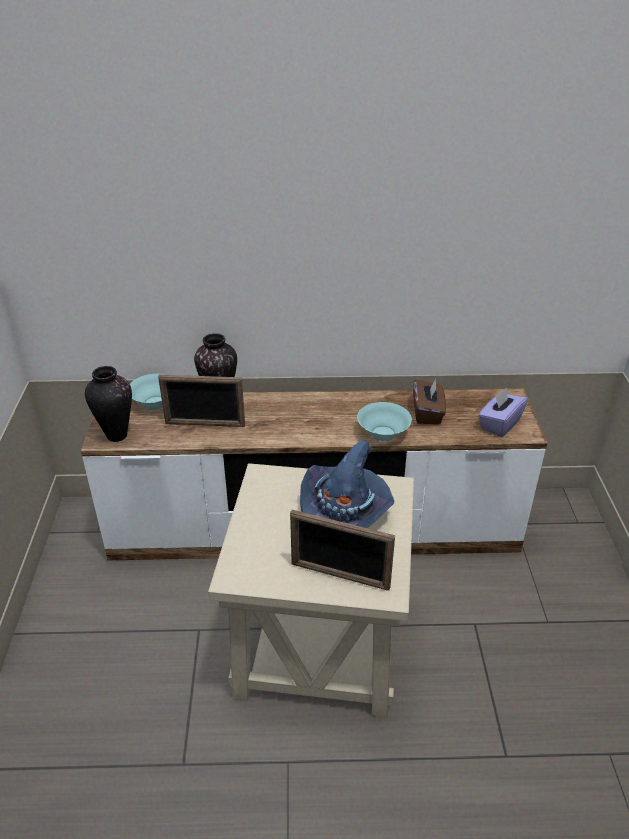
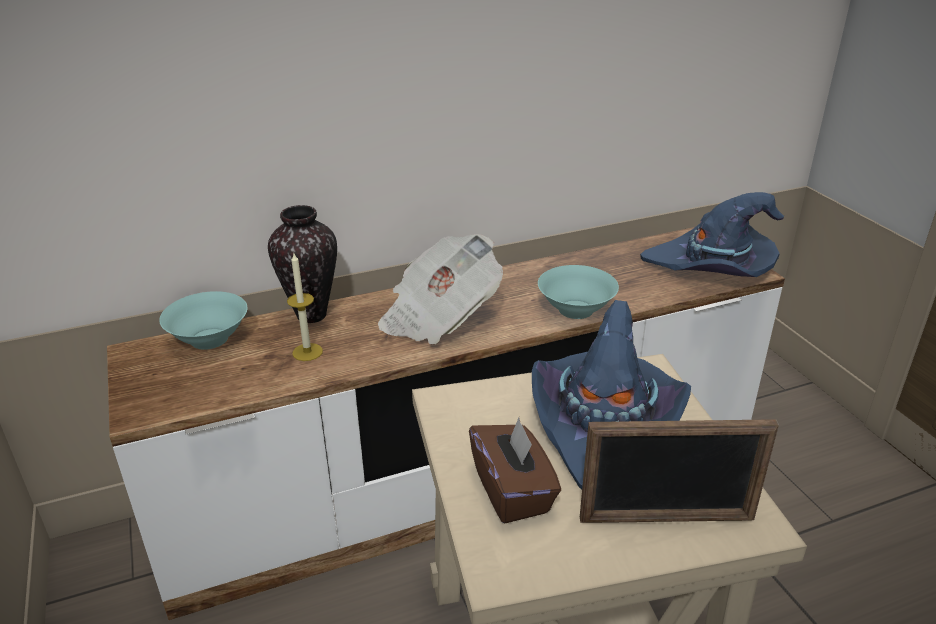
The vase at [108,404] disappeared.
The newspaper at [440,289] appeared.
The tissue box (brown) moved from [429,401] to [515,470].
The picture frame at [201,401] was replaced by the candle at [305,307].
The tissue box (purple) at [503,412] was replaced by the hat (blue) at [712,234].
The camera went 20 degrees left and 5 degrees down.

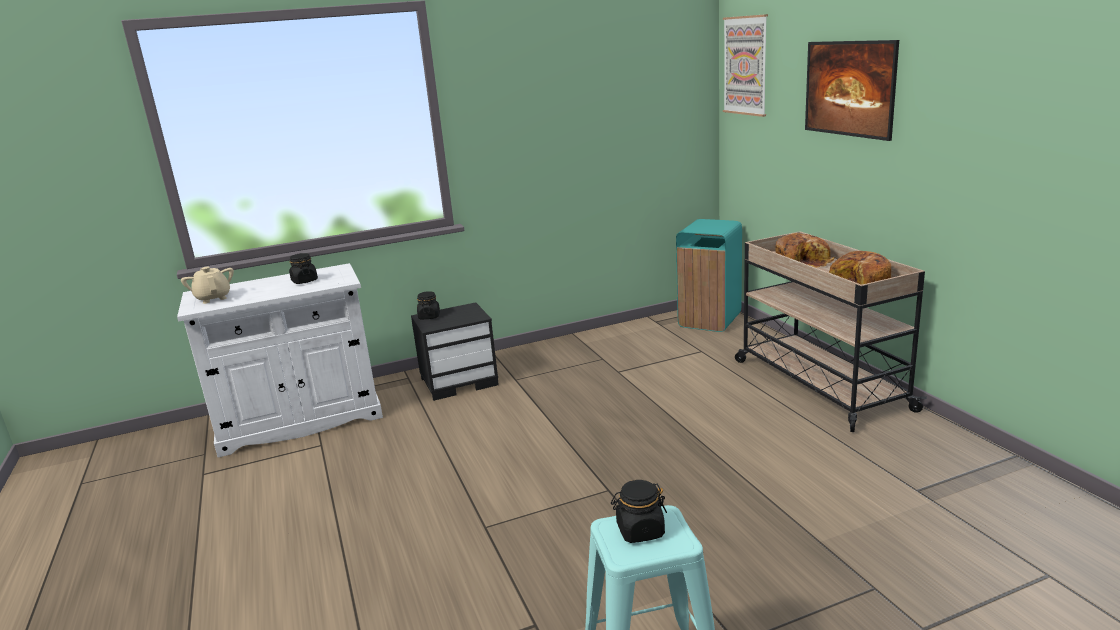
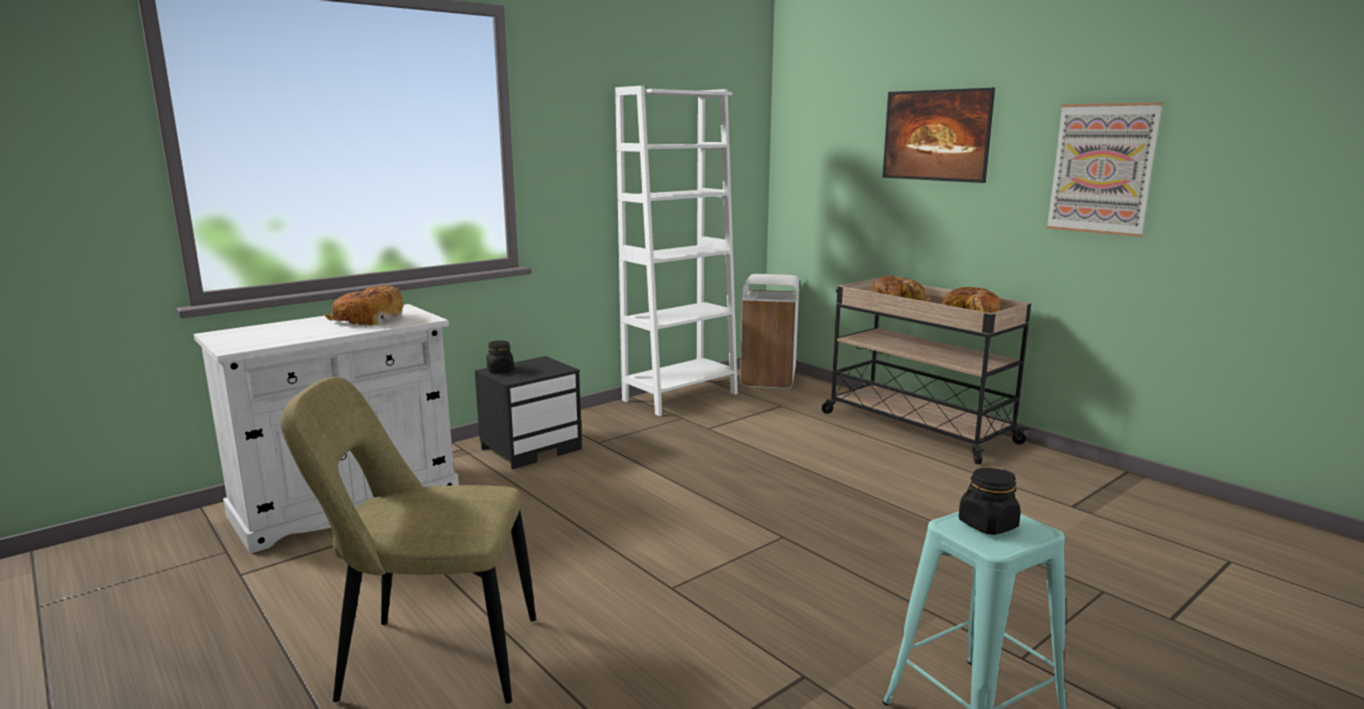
The teapot (beige) at [207,285] disappeared.
The chair (beige) at [408,540] appeared.
The bookcase (white) at [676,251] appeared.
The picture moved from [745,65] to [1104,169].
The jar (black) at [303,268] was replaced by the bread at [364,305].
The trash can (turquoise) at [709,275] became the trash can (white) at [769,331].
The camera went 20 degrees left and 5 degrees down.

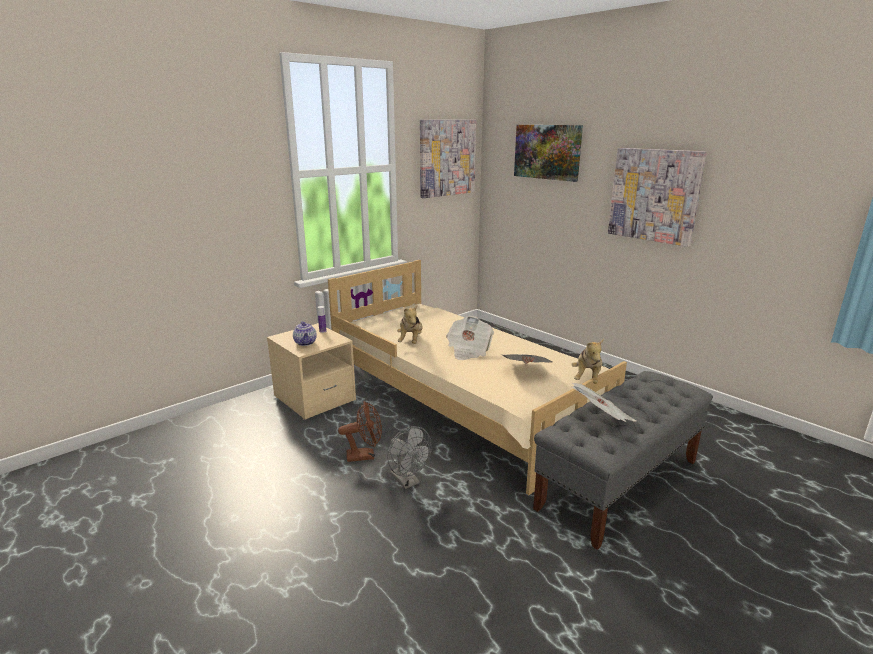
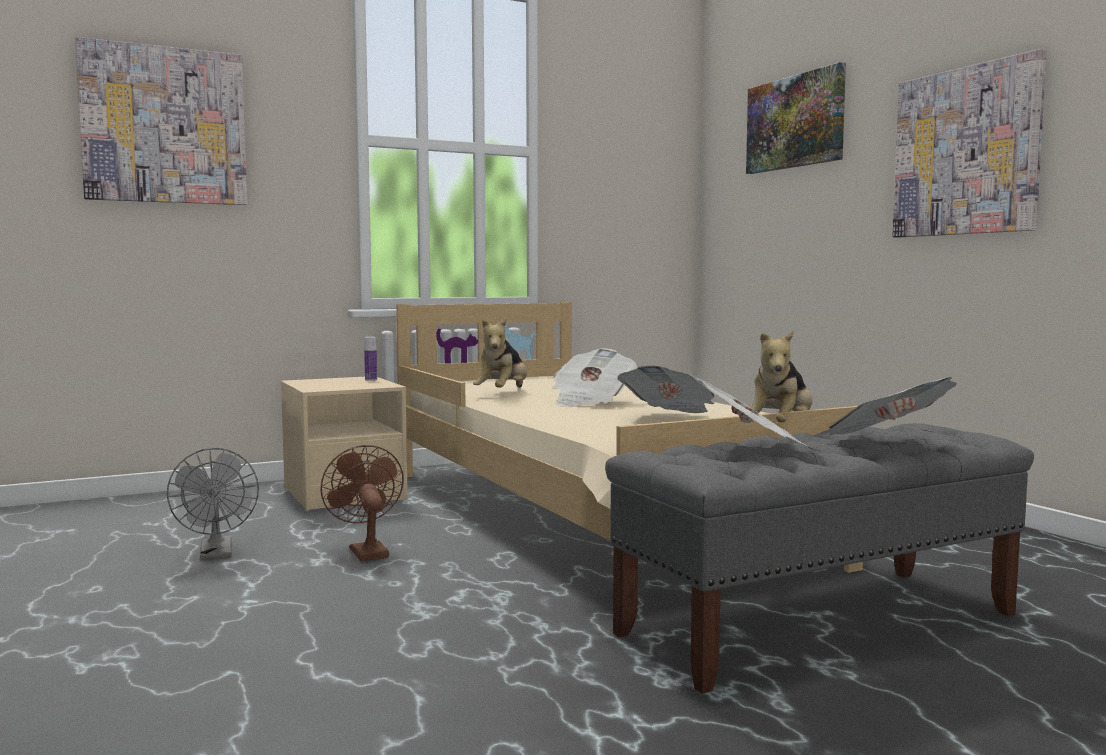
The teapot at [305,333] disappeared.
The newspaper at [889,406] appeared.
The fan (grey) moved from [409,457] to [213,503].
The picture moved from [448,159] to [161,121].
The fan (brown) at [360,431] turned 120 degrees counterclockwise.
The camera went 15 degrees right and 15 degrees down.

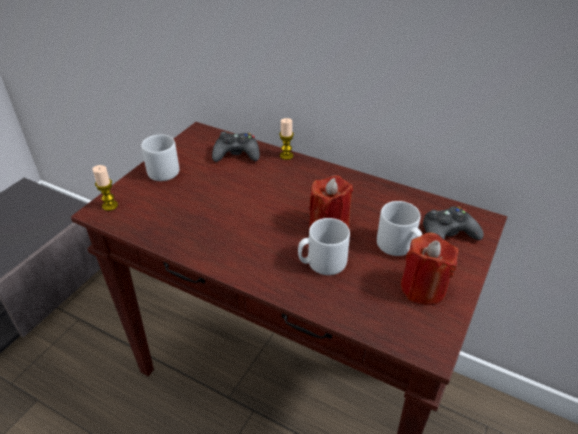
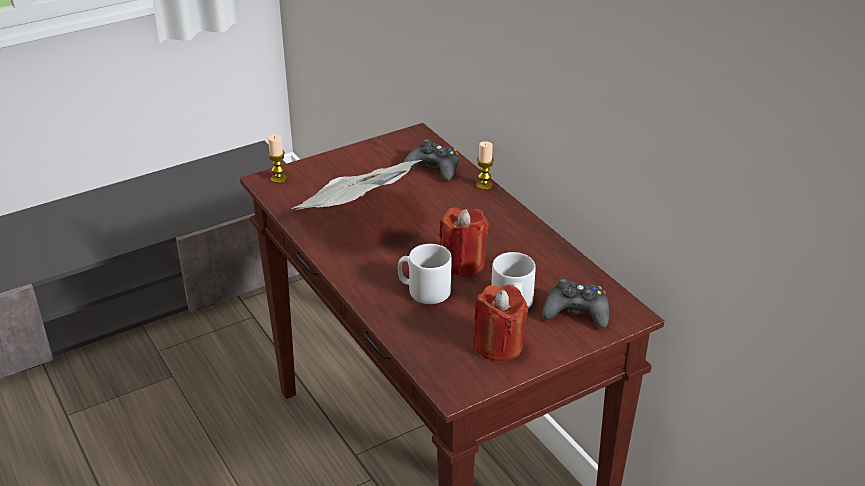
The mug (grey) at [160,158] disappeared.
The newspaper at [356,184] appeared.
The camera went 30 degrees right and 5 degrees down.

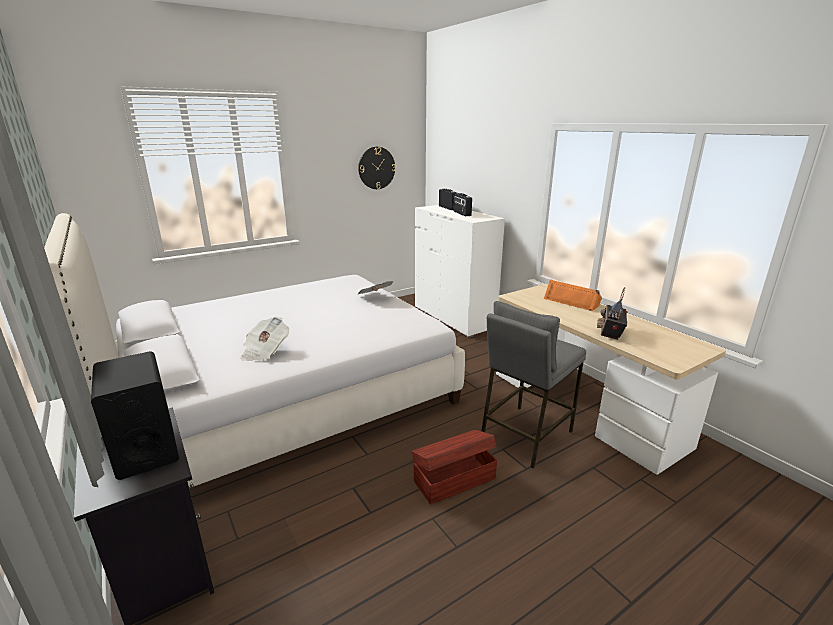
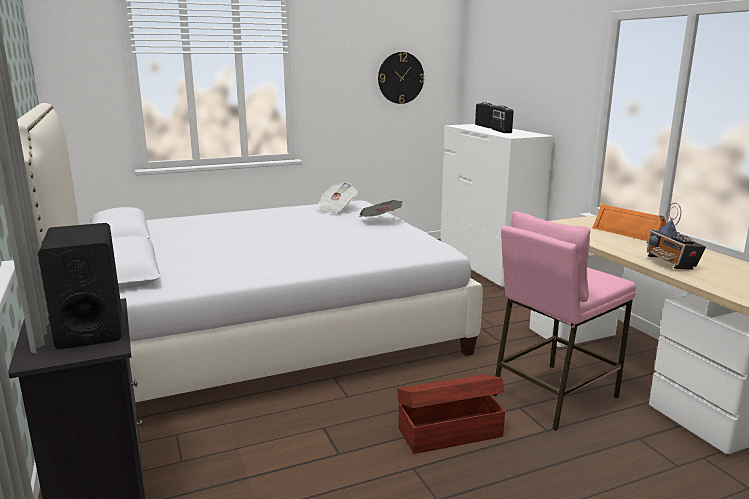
The newspaper moved from [265,339] to [337,198].
The stool (grey) at [533,384] became the stool (pink) at [564,321].
The radio at [612,313] turned 45 degrees counterclockwise.
The camera went 10 degrees right and 5 degrees down.

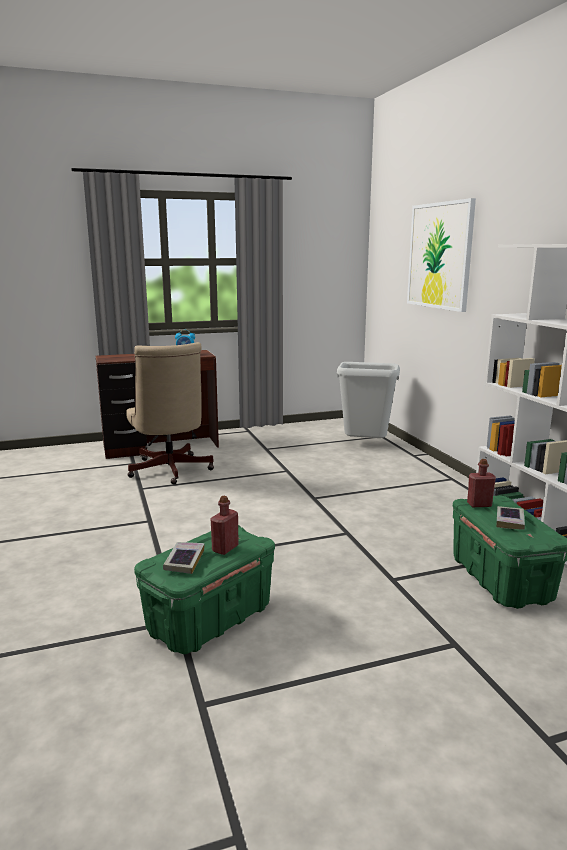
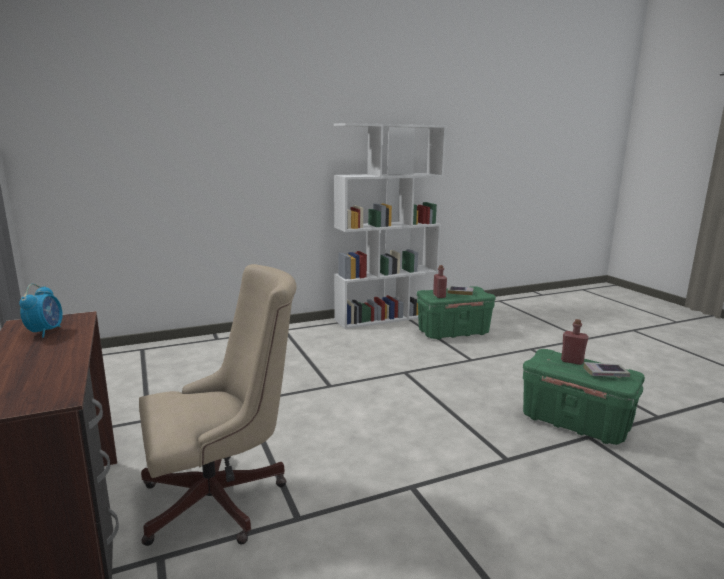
The trash can (grey) at [368,400] disappeared.
The picture at [441,255] disappeared.
The camera went 95 degrees left and 0 degrees up.

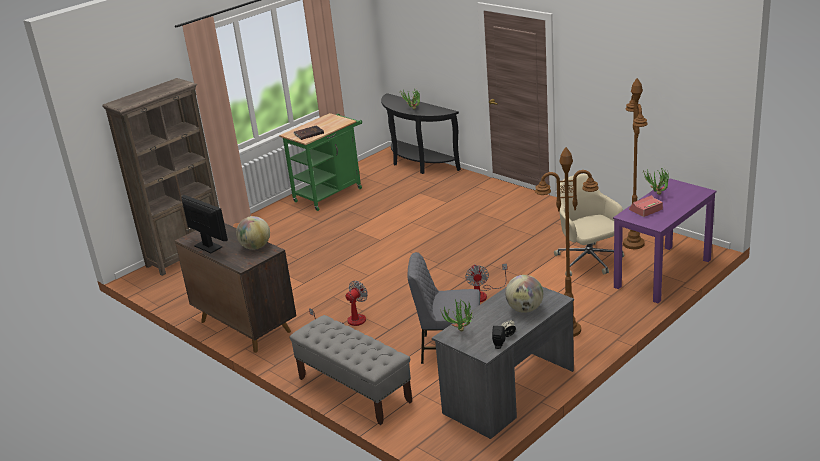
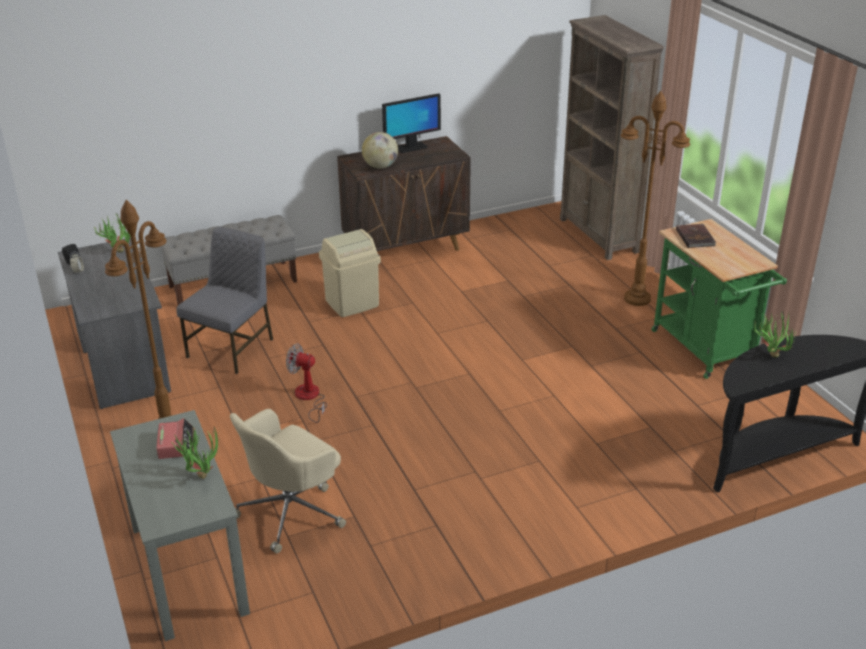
The globe at [524,294] disappeared.
The floor lamp (brown) moved from [635,163] to [655,198].
The fan at [338,303] was replaced by the trash can (beige) at [350,273].
The desk (purple) at [664,241] became the desk (grey) at [180,525].
The office chair (beige) at [589,225] turned 135 degrees clockwise.
The camera went 110 degrees right and 5 degrees up.

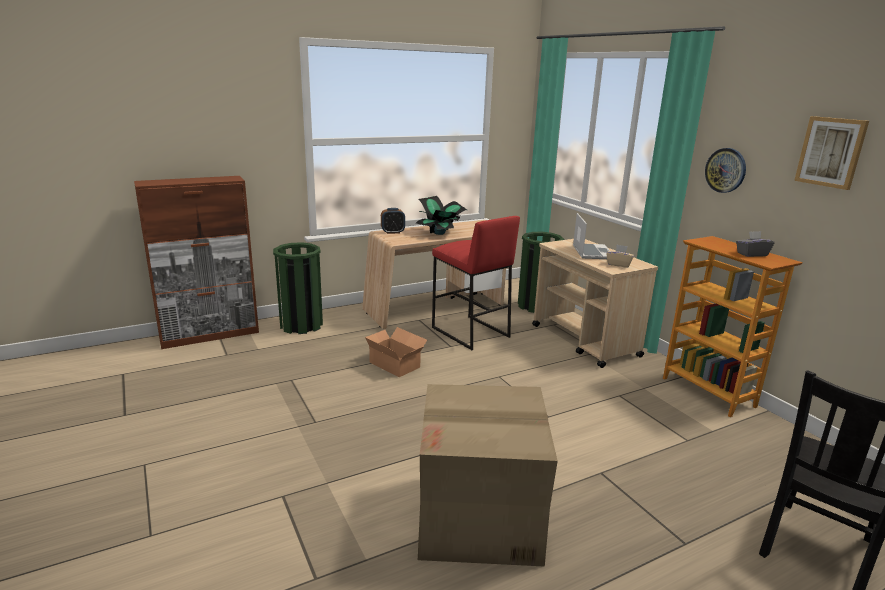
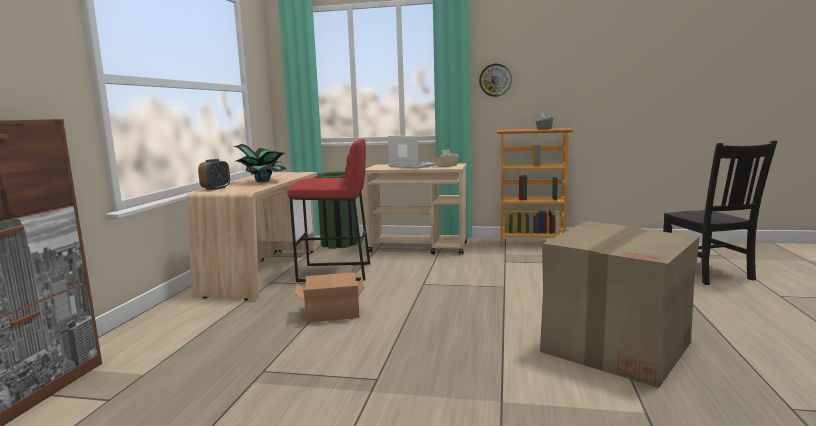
The trash can (green) at [298,288] disappeared.
The picture at [831,153] disappeared.
The camera went 50 degrees left and 10 degrees down.

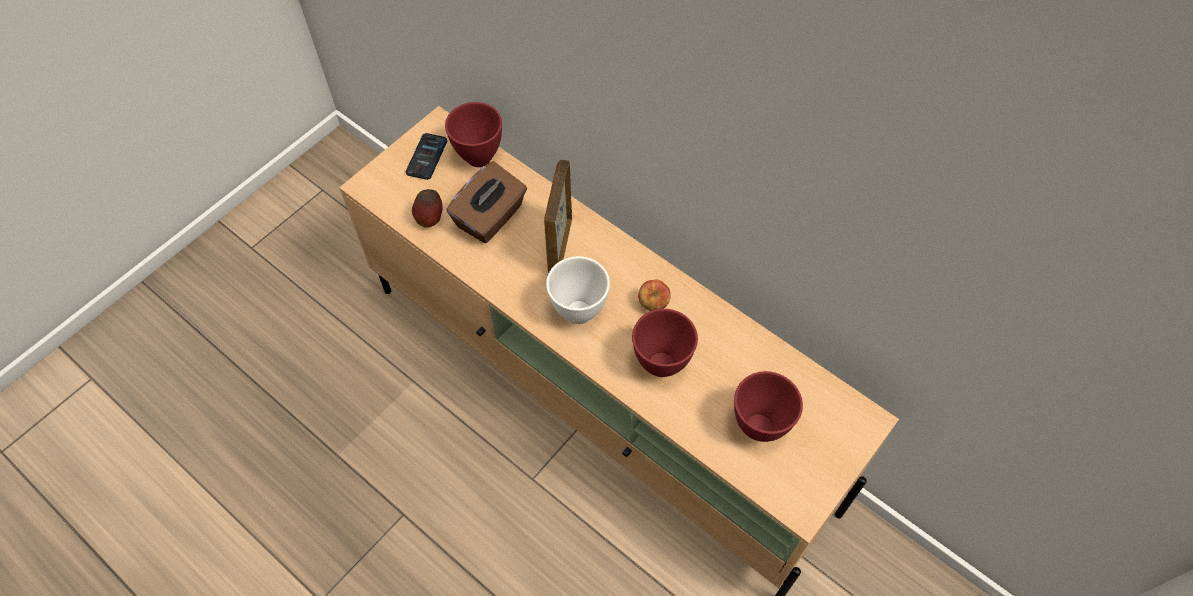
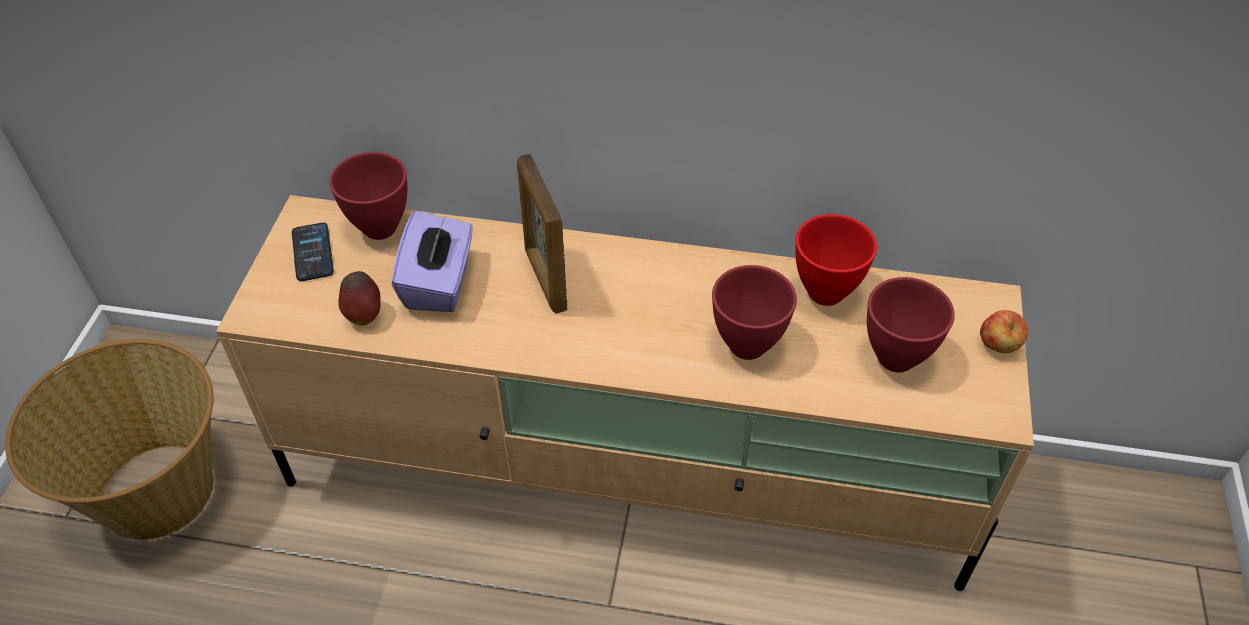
The bowl (white) at [578,290] disappeared.
The basket at [109,439] appeared.
The bowl (red) at [836,260] appeared.
The apple moved from [654,295] to [1004,331].
The tissue box (brown) at [487,202] became the tissue box (purple) at [432,261].
The camera went 30 degrees left and 10 degrees down.

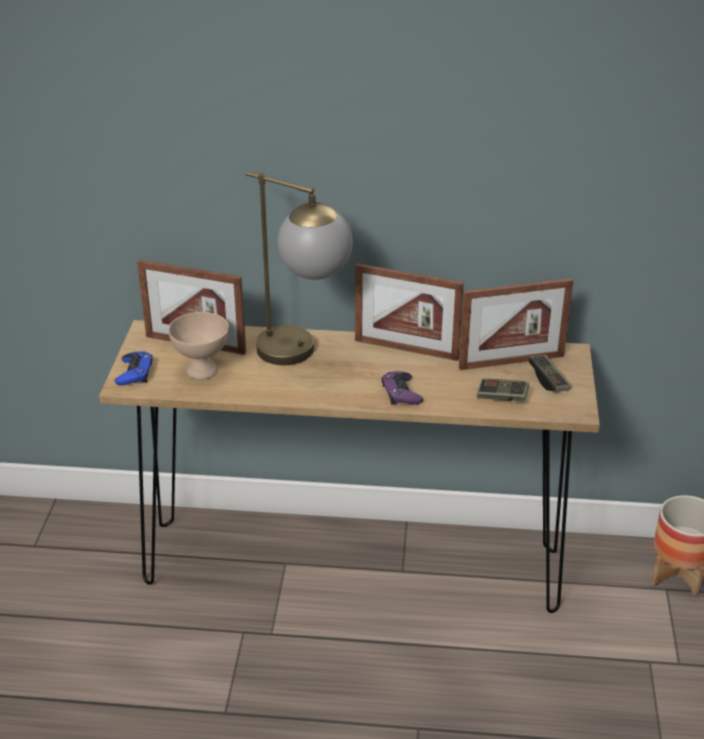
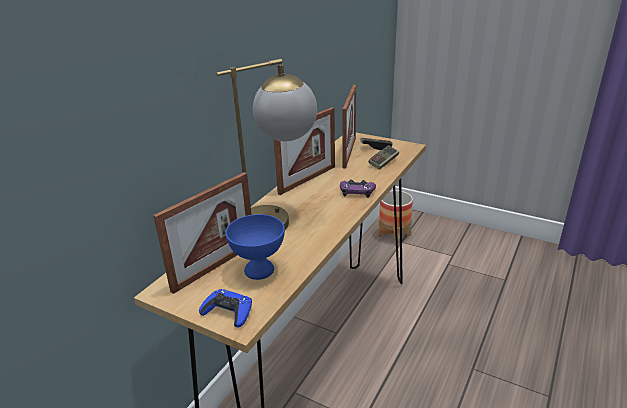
The bowl (beige) at [198,346] became the bowl (blue) at [255,247].
The camera went 65 degrees left and 5 degrees down.

